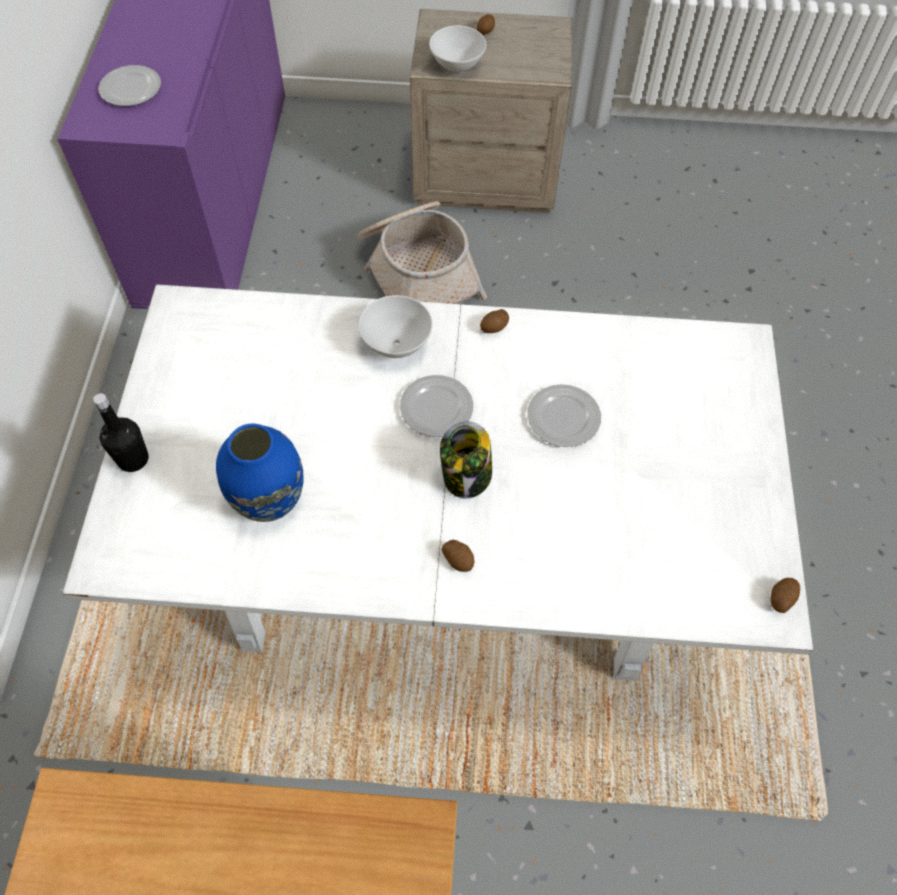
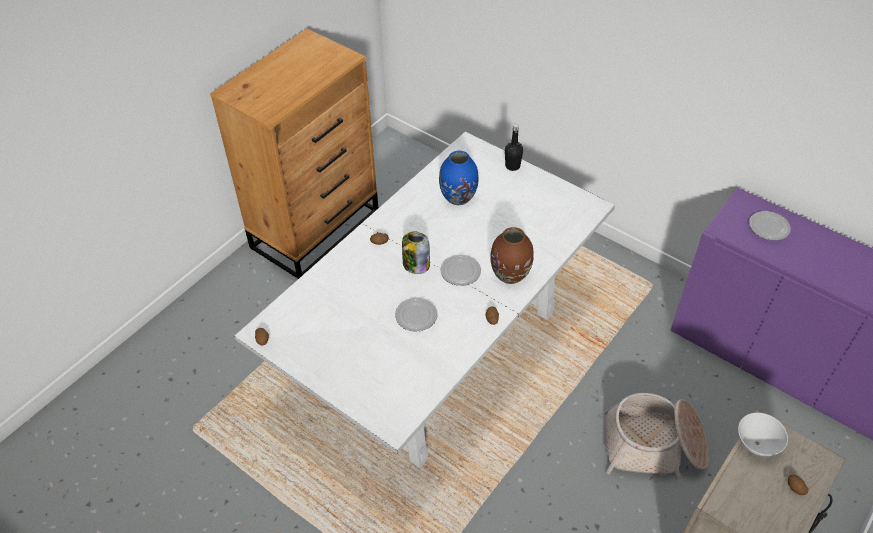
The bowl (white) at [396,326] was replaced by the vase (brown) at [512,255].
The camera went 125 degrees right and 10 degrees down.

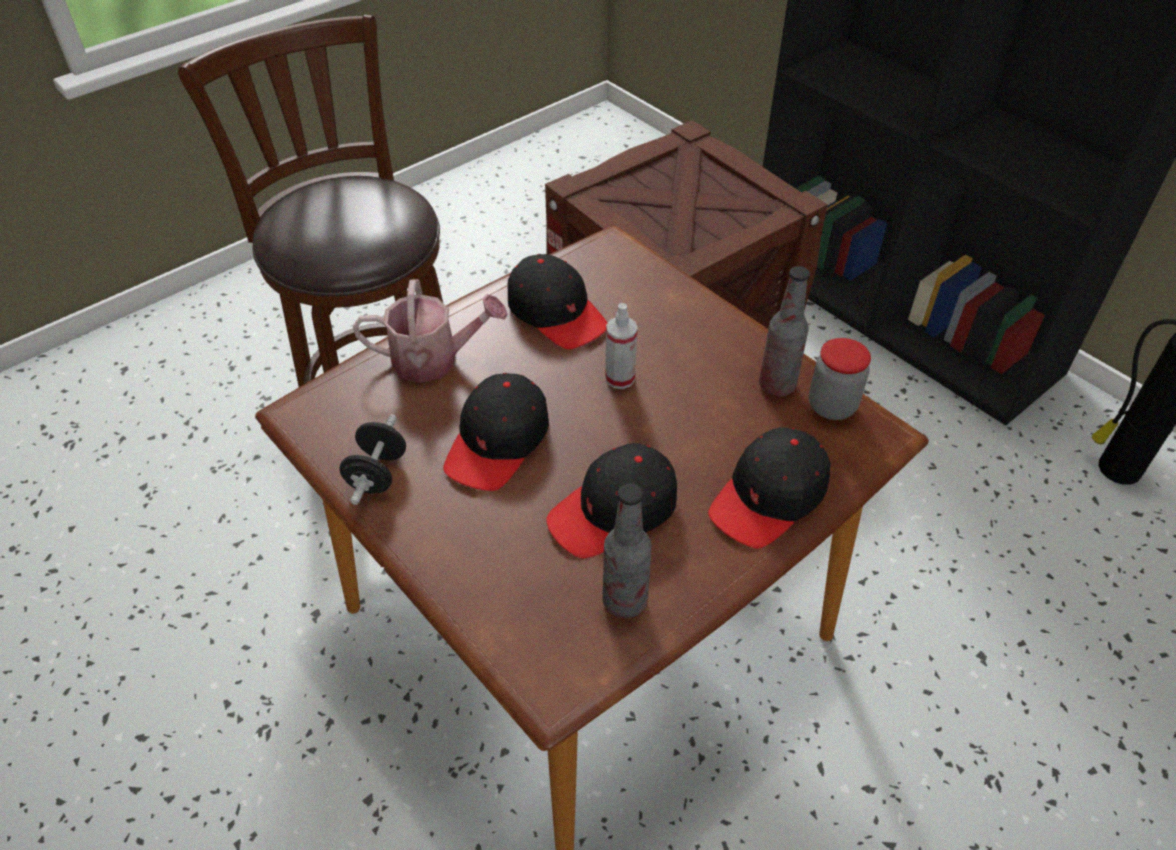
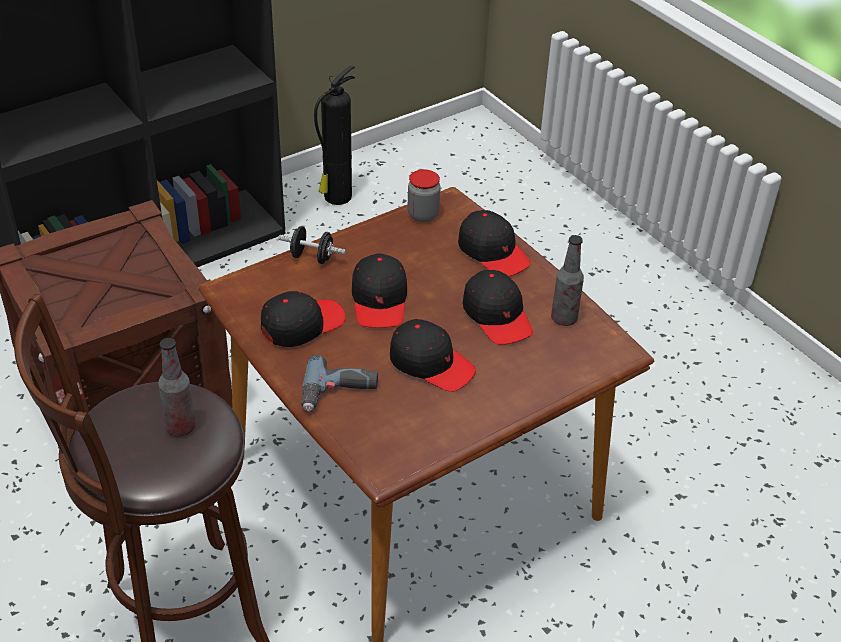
The dumbbell (black) moved from [372,459] to [312,245].
The bottle moved from [784,331] to [177,387].
The watering can at [430,331] was replaced by the power drill at [339,383].
The spray bottle at [621,346] was replaced by the cap (black) at [379,290].
The camera went 85 degrees left and 5 degrees down.

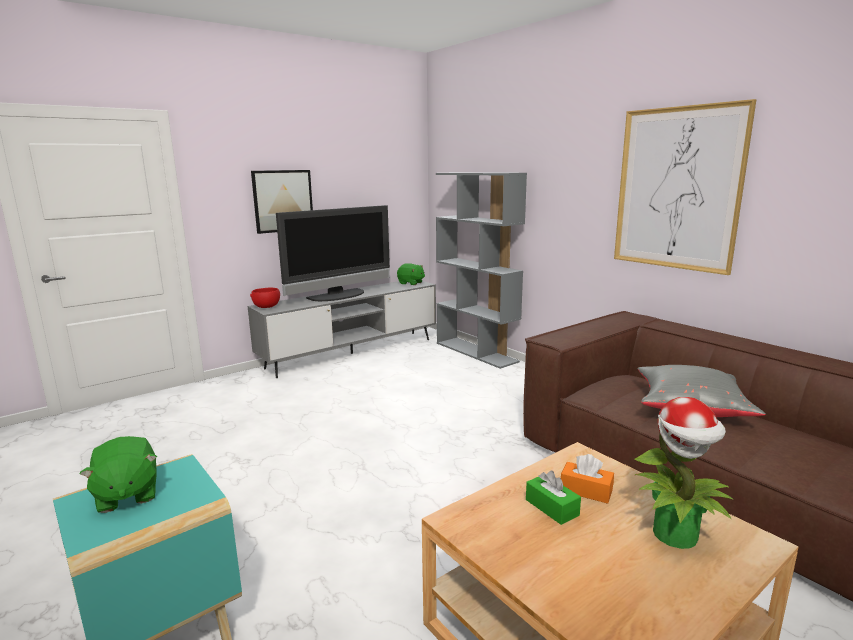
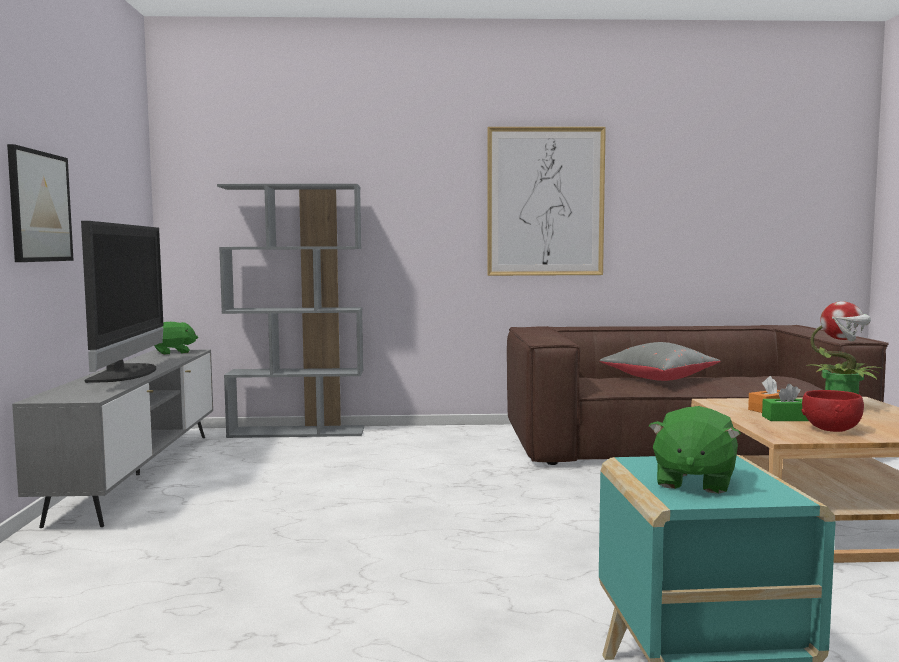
The bowl (red) moved from [265,298] to [833,411].
The plush toy (green) at [118,474] turned 105 degrees clockwise.
The camera went 55 degrees left and 10 degrees down.

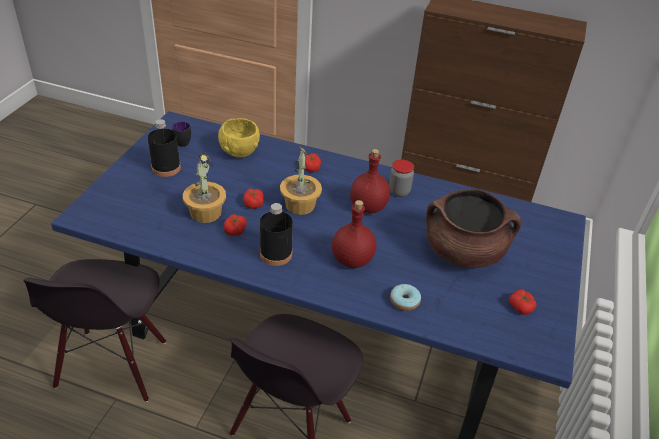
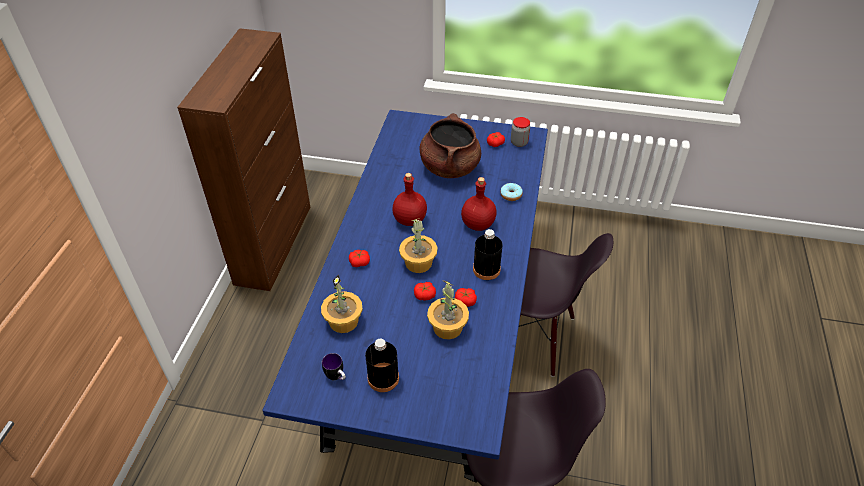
The jar moved from [401,178] to [520,132].
The bowl (yellow) at [239,138] was replaced by the potted plant at [342,303].
The camera went 95 degrees left and 5 degrees up.

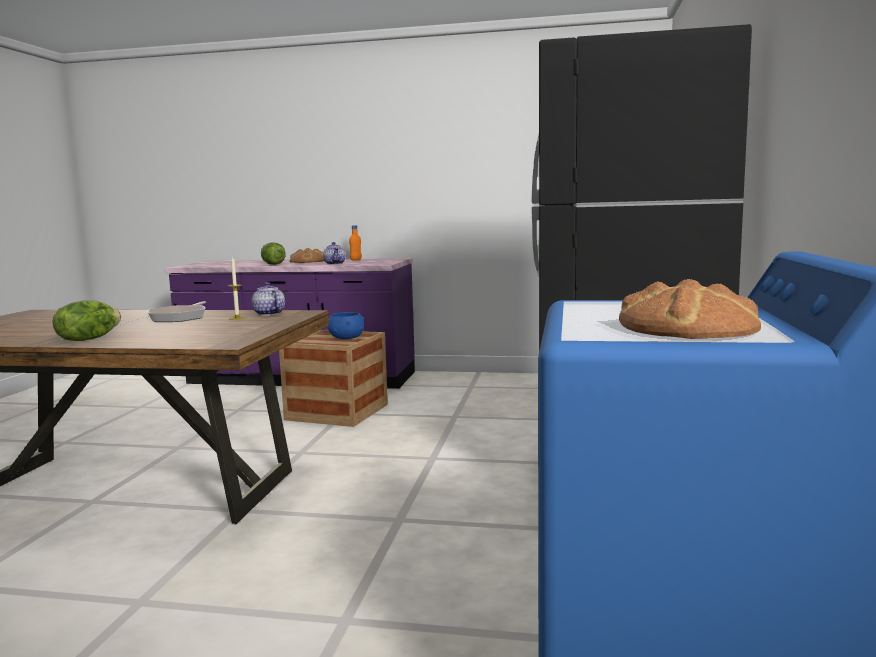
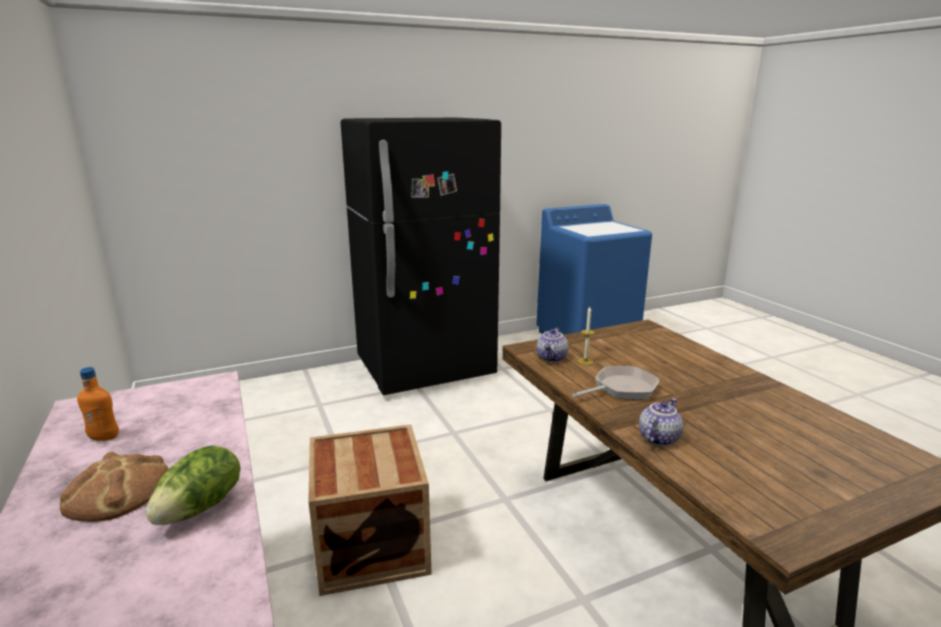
The lettuce at [86,321] disappeared.
The bowl (blue) at [345,325] disappeared.
The bread at [690,309] disappeared.
The teapot moved from [334,253] to [661,422].
The camera went 125 degrees left and 10 degrees up.

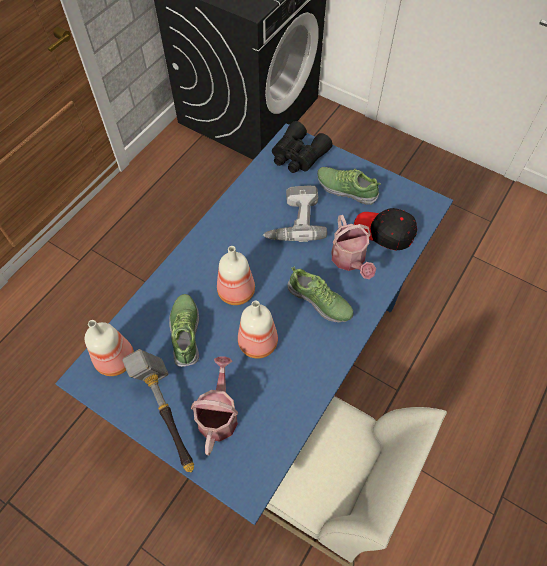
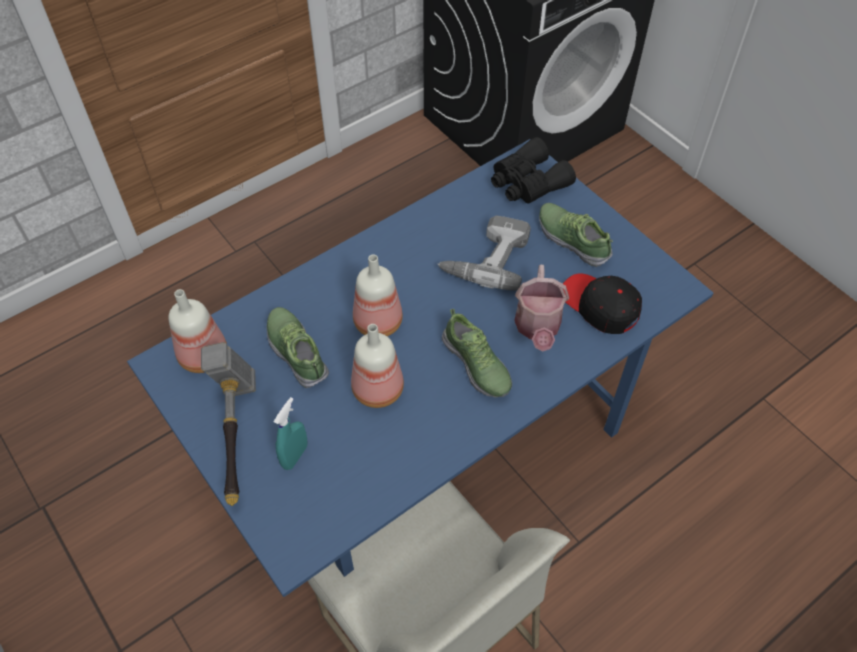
The watering can at [214,406] was replaced by the spray bottle (turquoise) at [291,433].
The shoe at [184,330] turned 45 degrees counterclockwise.
The camera went 20 degrees right and 5 degrees down.

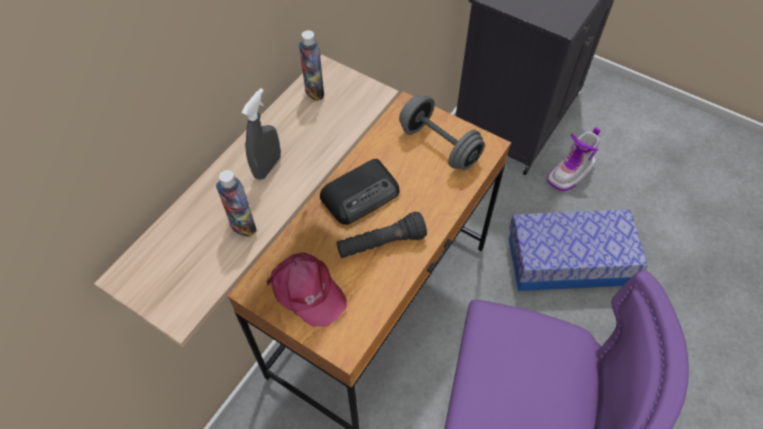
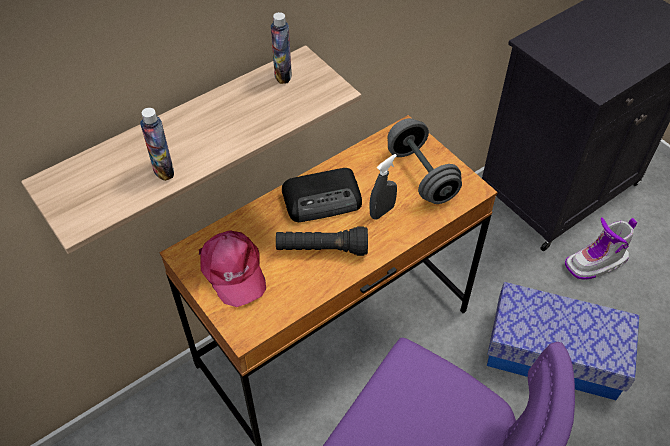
The spray bottle (grey) moved from [261,134] to [383,187].
The camera went 20 degrees right and 5 degrees down.

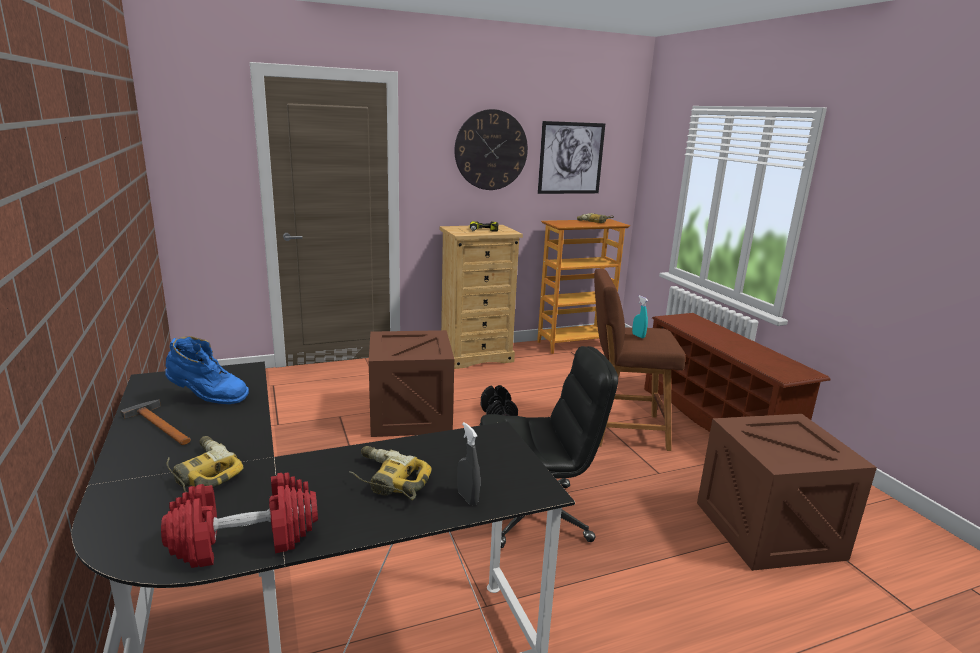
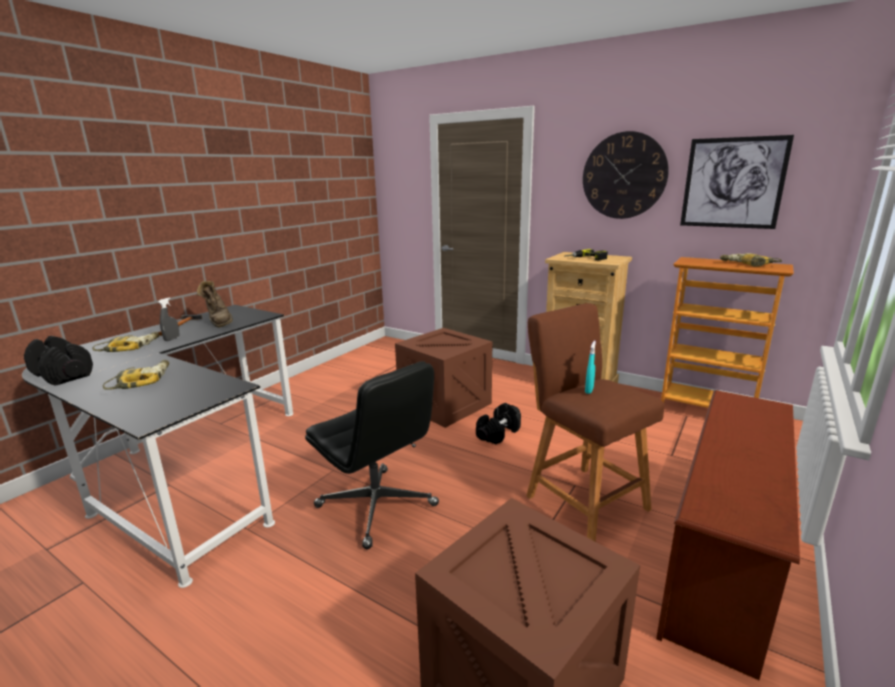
The spray bottle (grey) moved from [468,463] to [169,319].
The dumbbell (red) at [239,520] became the dumbbell (black) at [58,361].
The boot (blue) at [207,370] became the boot (brown) at [215,304].
The camera went 55 degrees right and 0 degrees up.

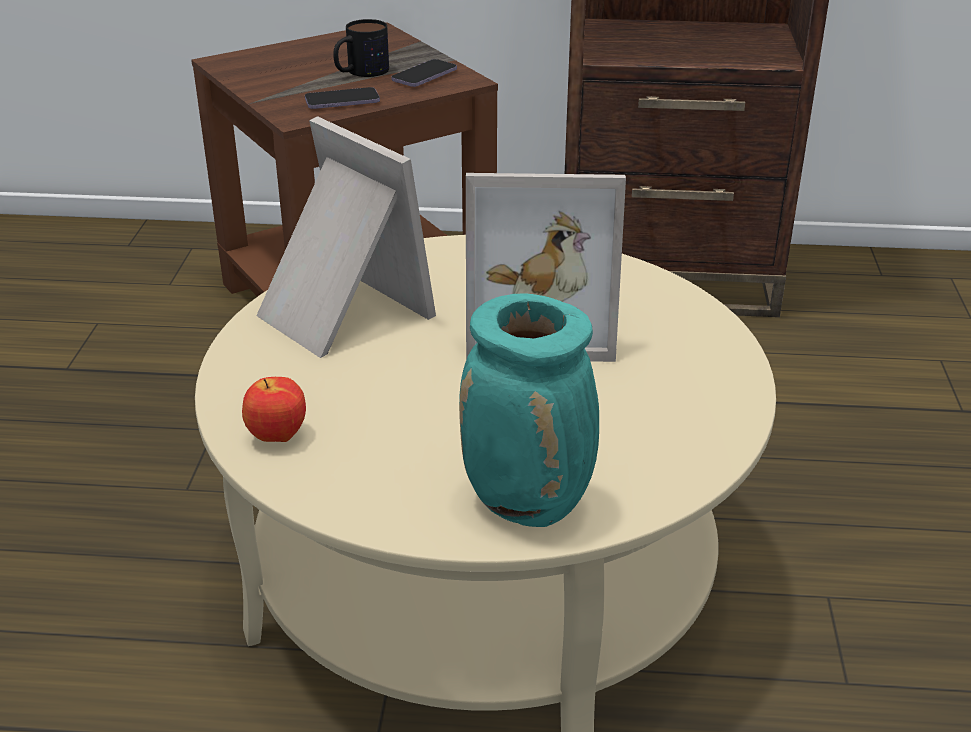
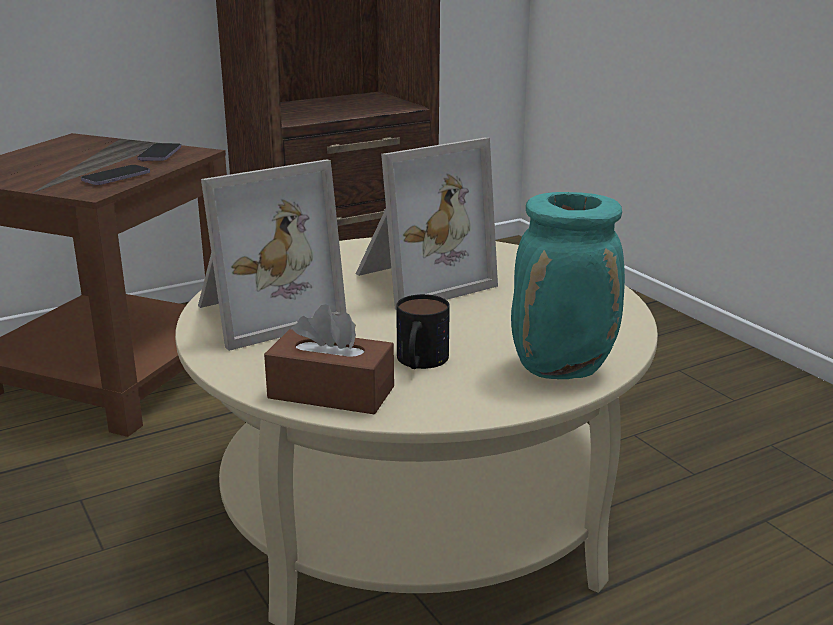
The mug moved from [361,48] to [423,331].
The apple at [274,409] was replaced by the tissue box (brown) at [329,359].
The picture frame at [346,237] turned 135 degrees clockwise.
The camera went 35 degrees left and 10 degrees down.

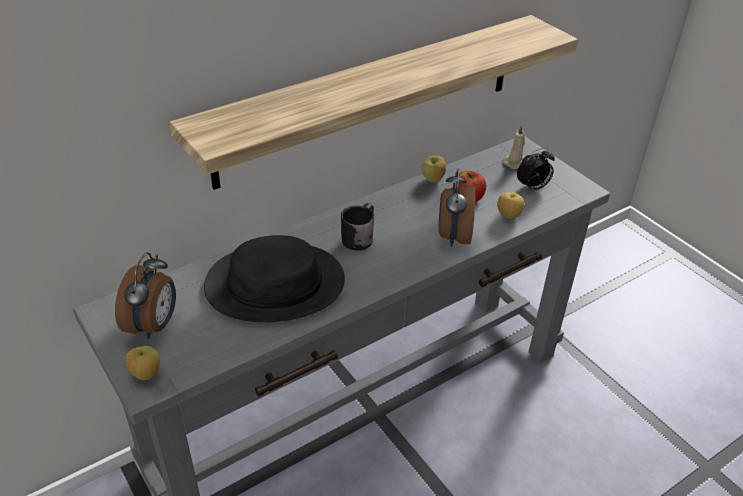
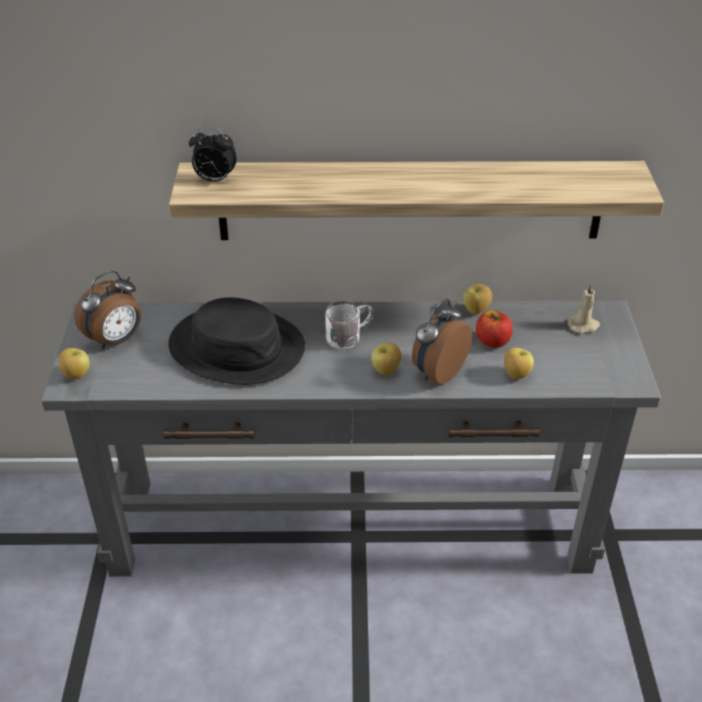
The apple at [386,359] appeared.
The alarm clock moved from [536,169] to [213,154].
The mug (black) at [357,227] became the mug (white) at [349,325].
The camera went 35 degrees right and 0 degrees up.

